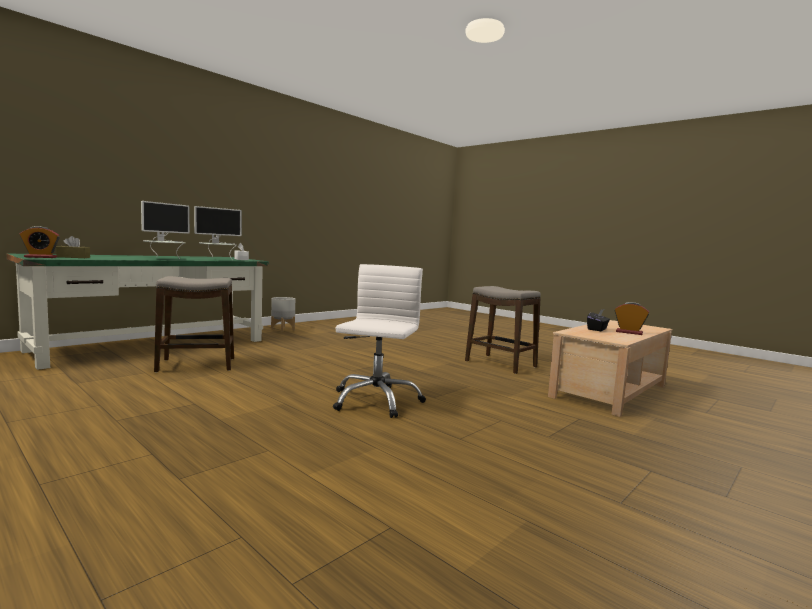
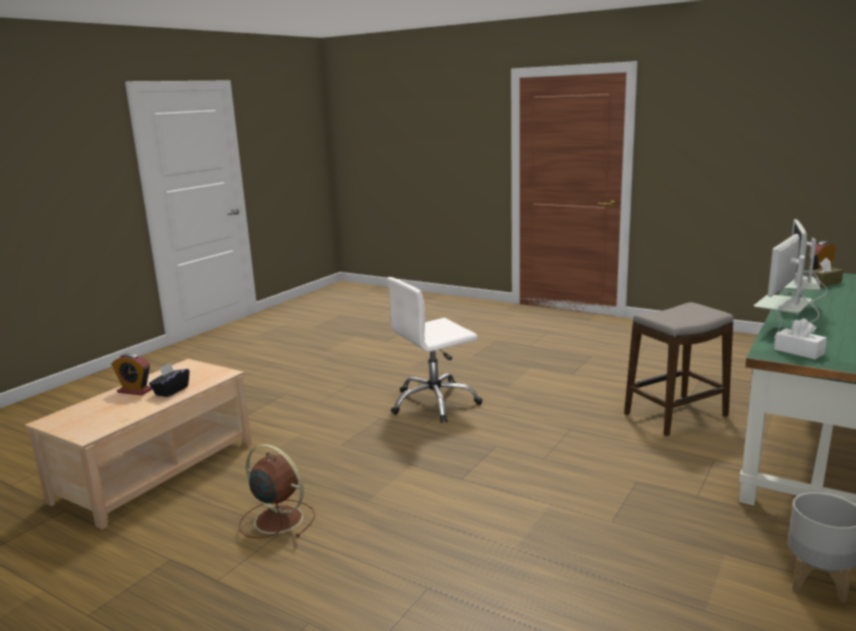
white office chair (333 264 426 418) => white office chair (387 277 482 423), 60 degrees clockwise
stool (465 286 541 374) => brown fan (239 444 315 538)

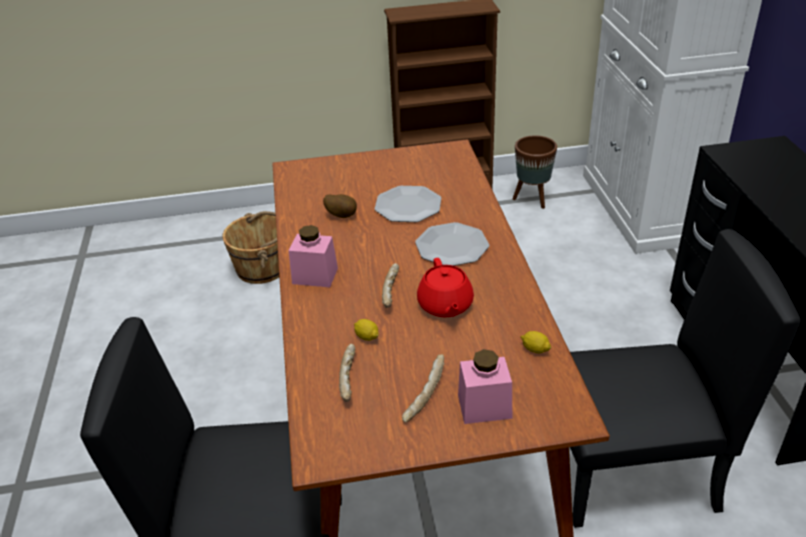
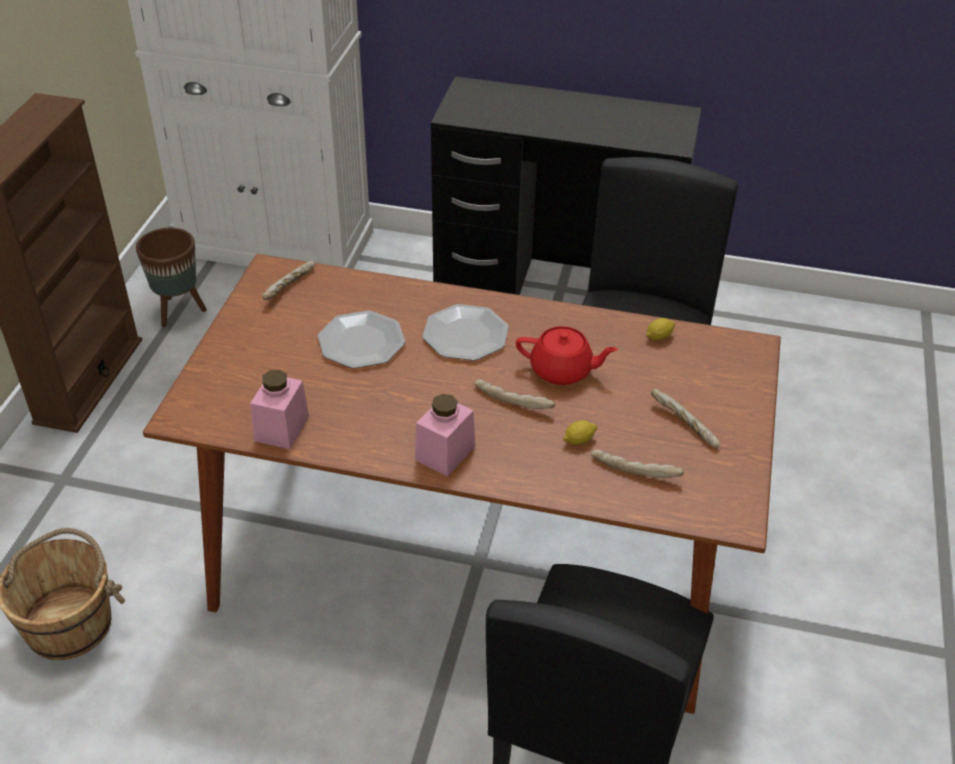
potato (323 194 357 218) => nothing
pink jar (458 349 512 424) => pink jar (250 370 309 449), moved
nothing => bread (262 261 315 300)

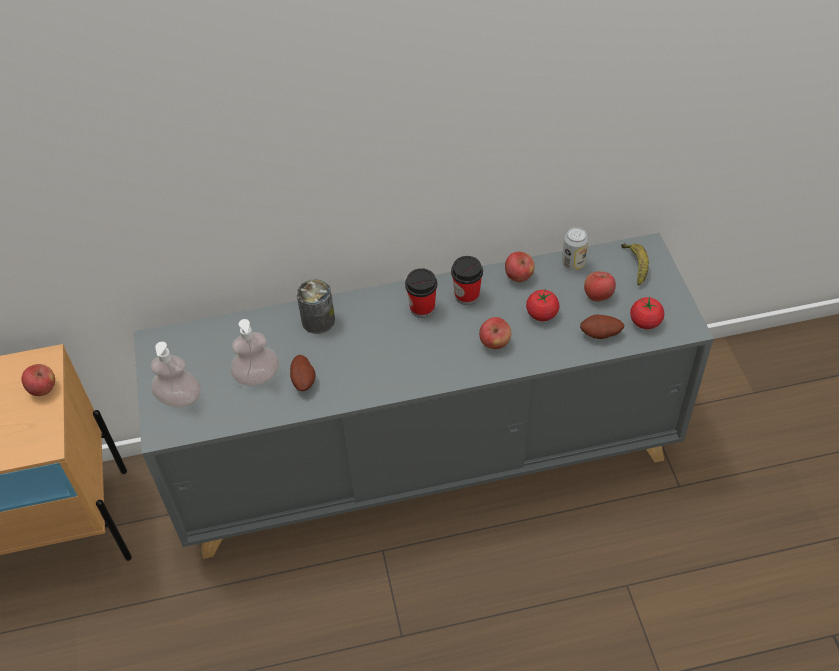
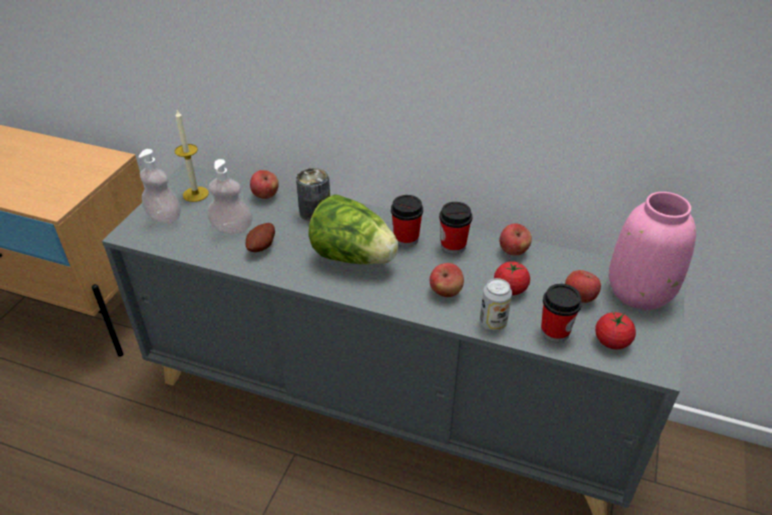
apple (22 364 55 396) => apple (250 170 279 199), moved
can (562 227 588 271) => can (480 278 512 331), moved
potato (580 315 624 339) => cup (541 284 582 342)
banana (621 243 649 286) => pink vase (609 192 696 310)
nothing => candle (175 110 209 202)
nothing => lettuce (308 194 399 264)

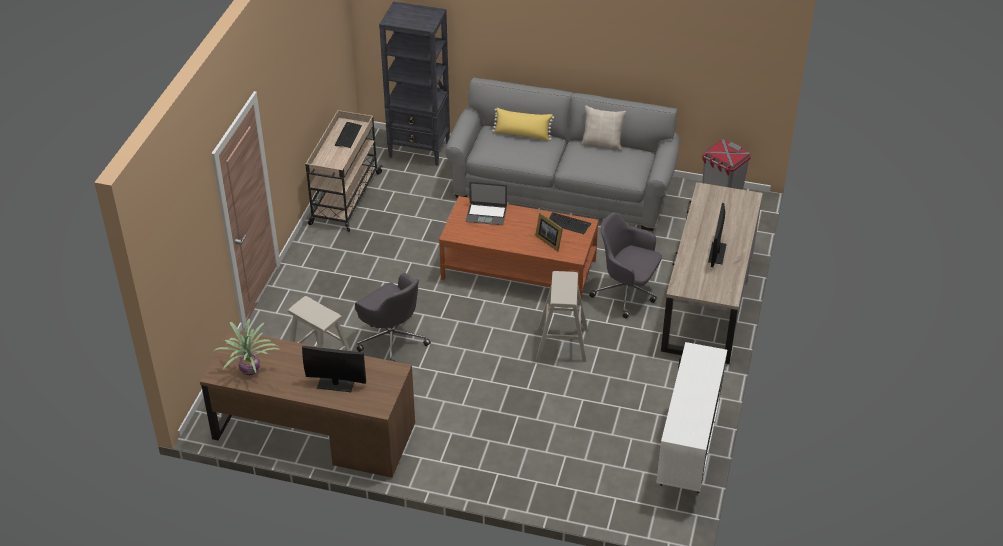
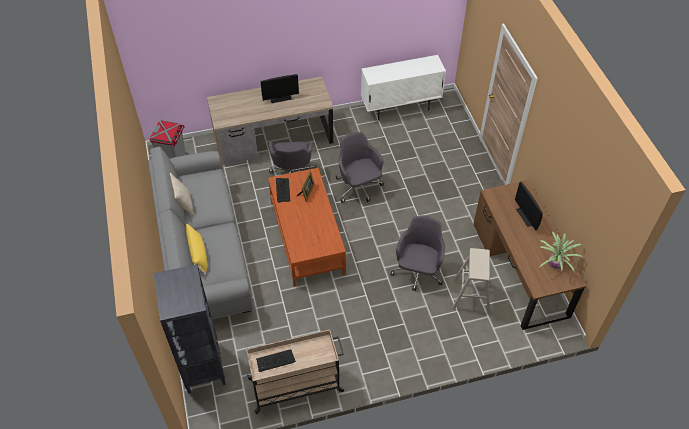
laptop (466 182 507 225) => nothing
beige stool (536 271 588 362) => grey office chair (336 132 384 203)

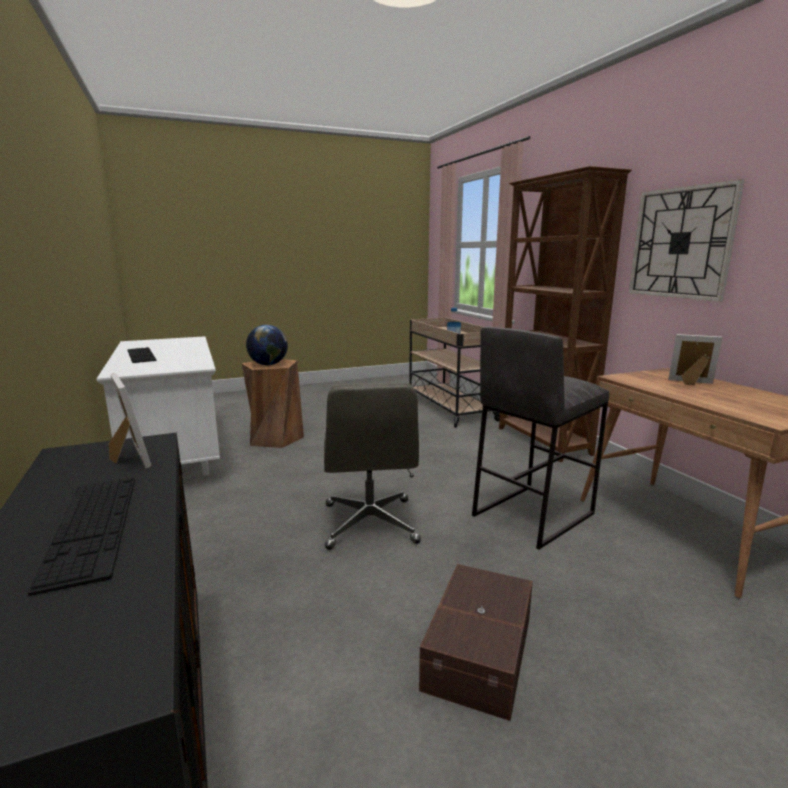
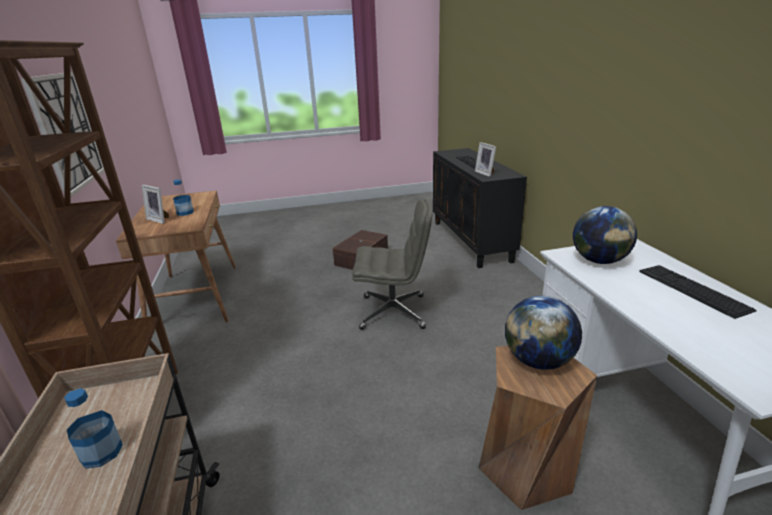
grey office chair (324 383 421 550) => grey office chair (352 199 433 330), 90 degrees clockwise
grey stool (472 327 609 549) => nothing
nothing => bottle (173 180 194 216)
nothing => globe (573 206 637 264)

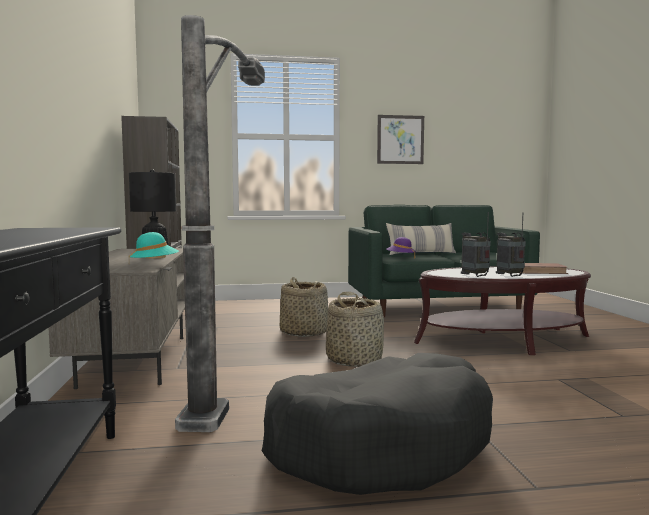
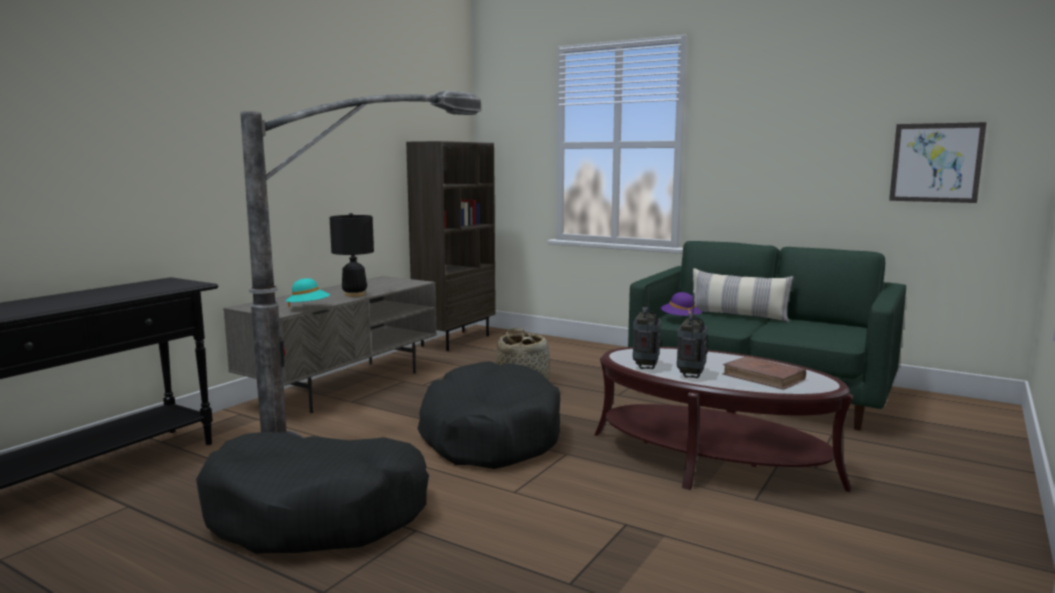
basket (326 292 384 367) => black dog bed (417 361 560 469)
picture (377 115 424 164) => picture (889 122 987 203), moved

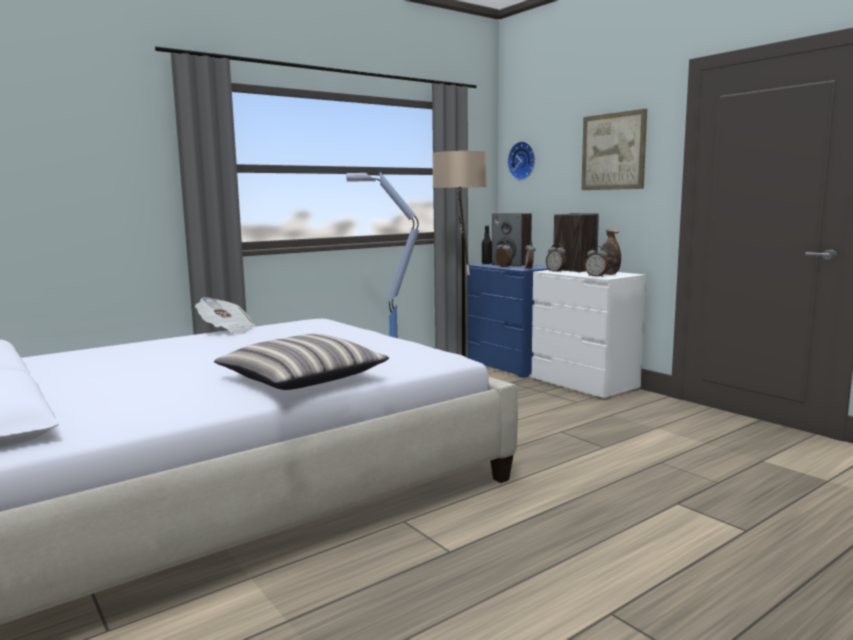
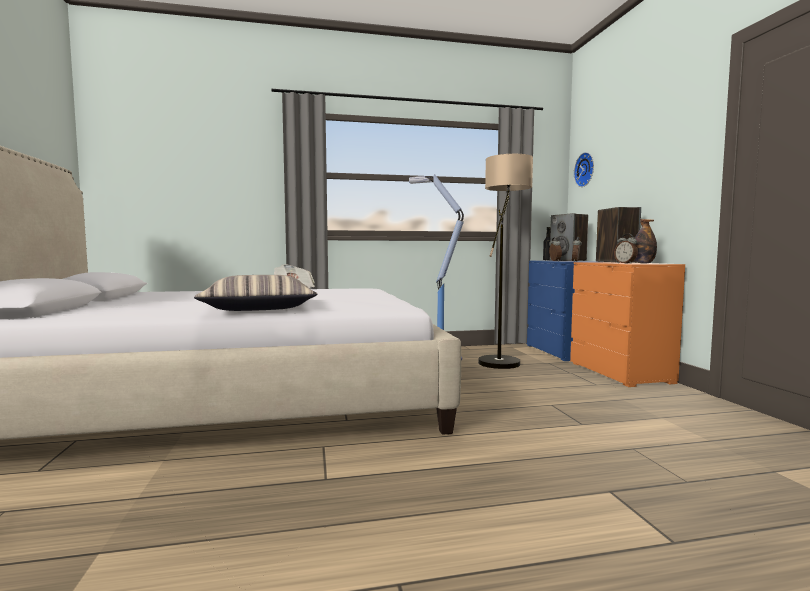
white dresser (532 270 646 400) => orange dresser (570 262 685 387)
alarm clock (546 243 566 272) => nothing
picture (581 109 647 190) => nothing

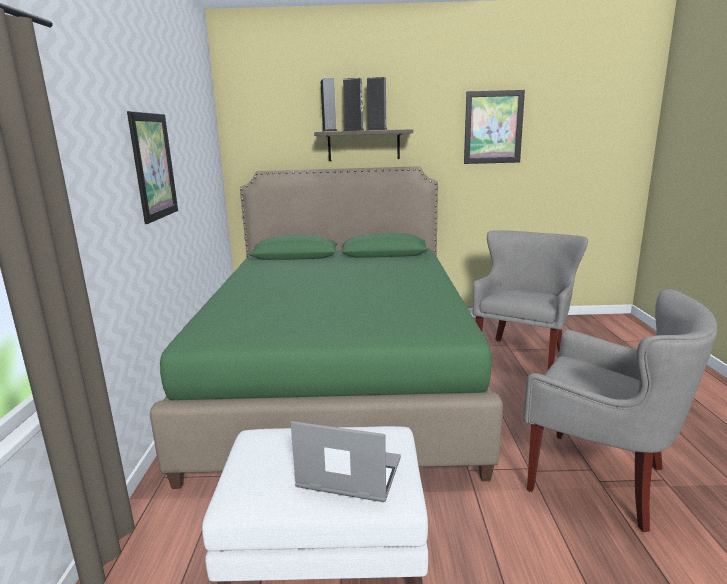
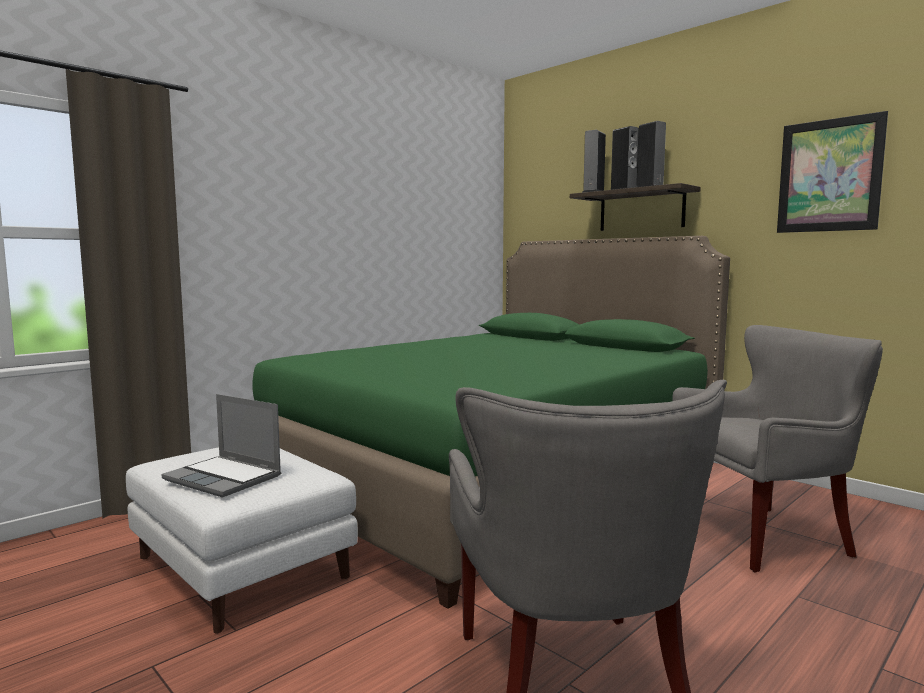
picture (127 111 178 224) => nothing
laptop (291 421 401 502) => laptop (162 394 281 498), 150 degrees clockwise

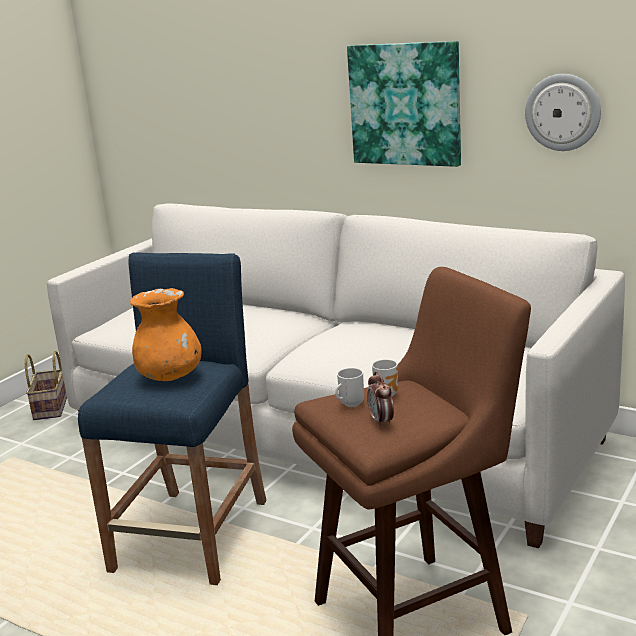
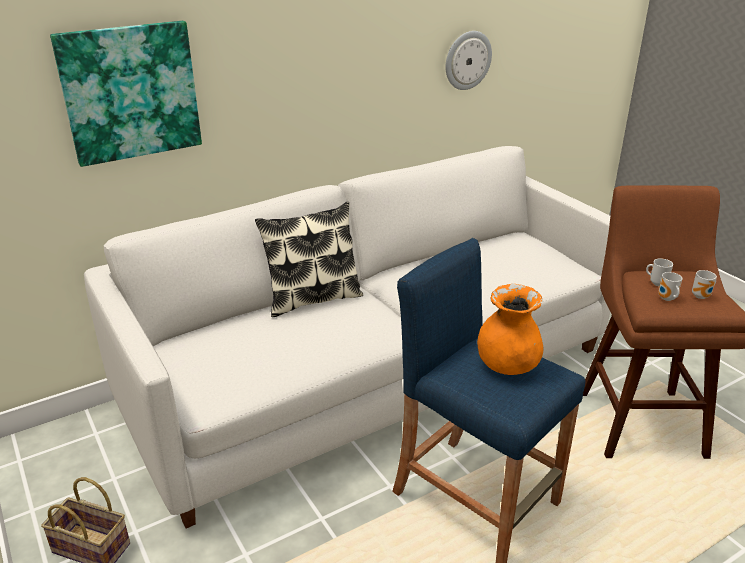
picture (347 41 461 167) => picture (50 21 202 167), moved
alarm clock (367 371 394 428) => mug (692 270 717 299)
nothing => pillow (255 202 363 317)

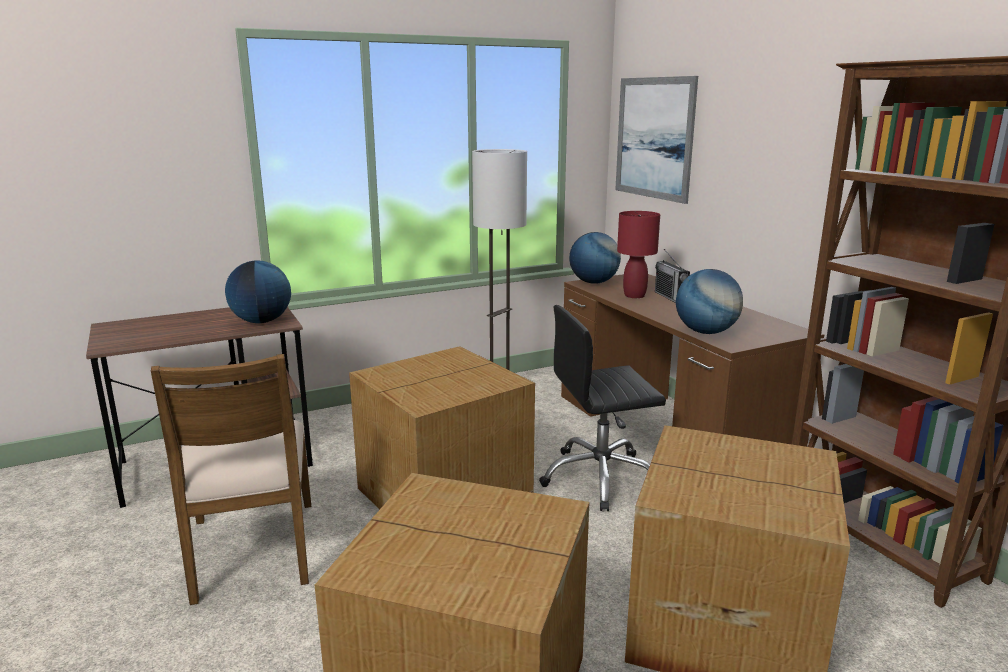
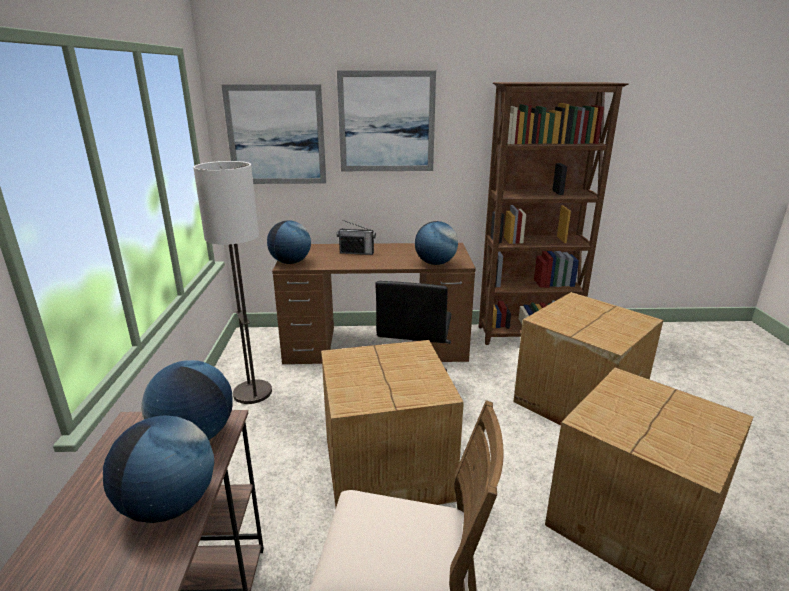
red table lamp (617 211 660 298) => nothing
nothing => globe (103 415 214 523)
nothing => picture (337 70 436 171)

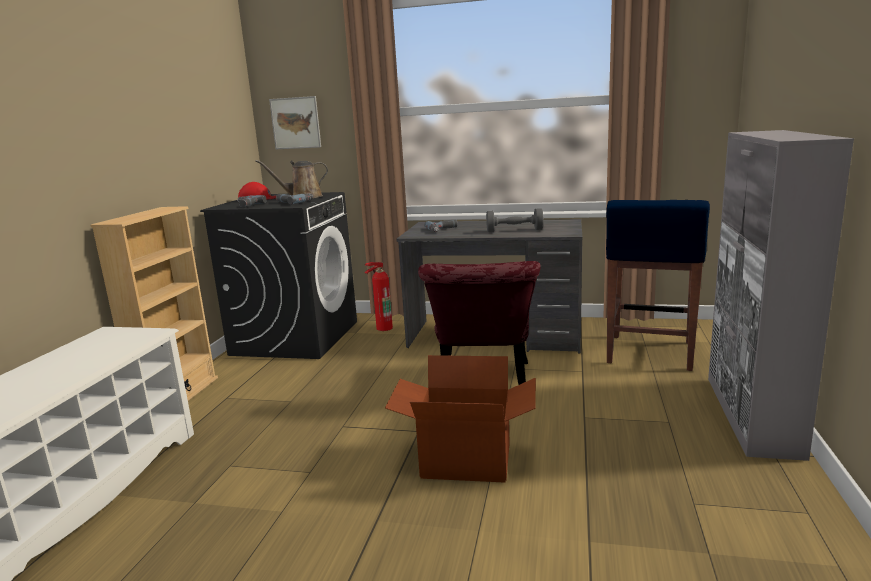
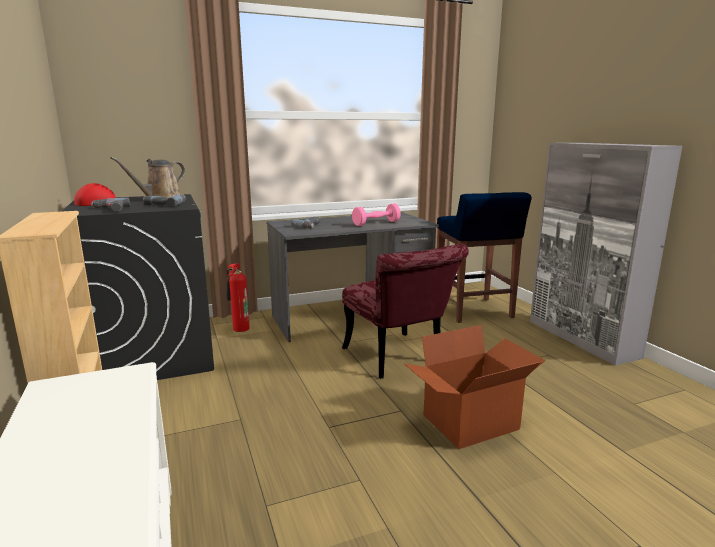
picture (269 96 321 149) => nothing
grey dumbbell (486 208 544 232) => pink dumbbell (352 203 401 226)

